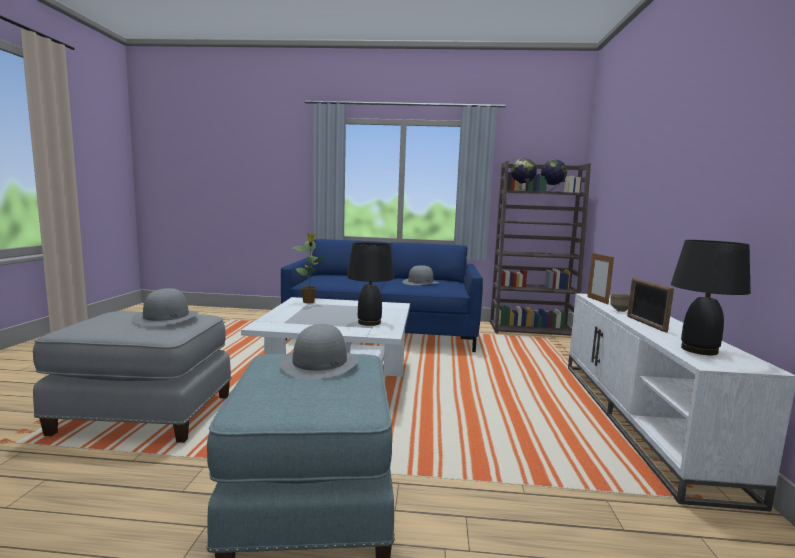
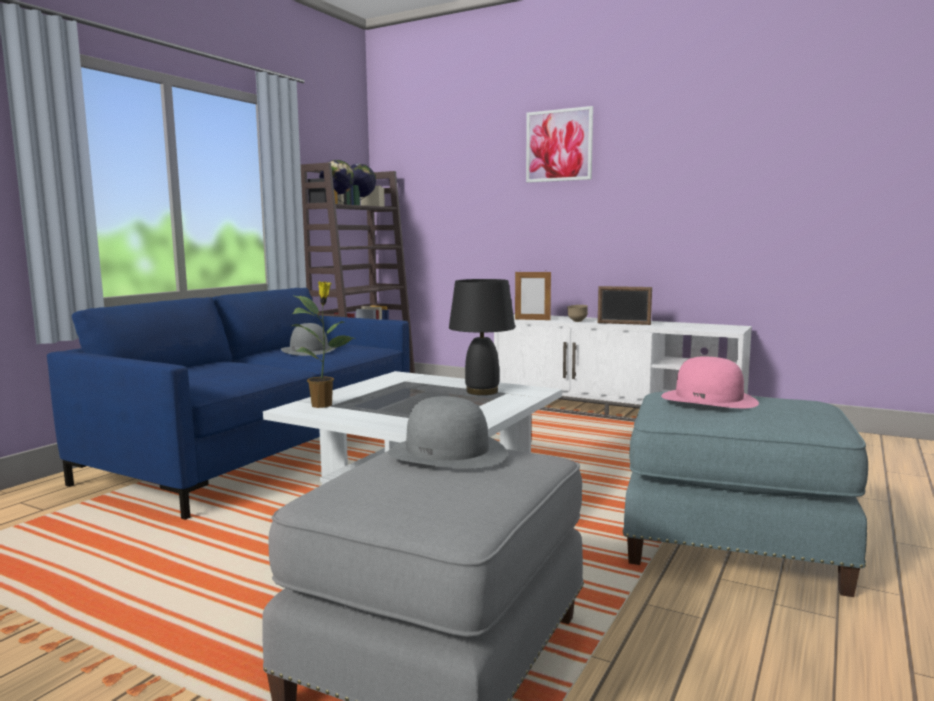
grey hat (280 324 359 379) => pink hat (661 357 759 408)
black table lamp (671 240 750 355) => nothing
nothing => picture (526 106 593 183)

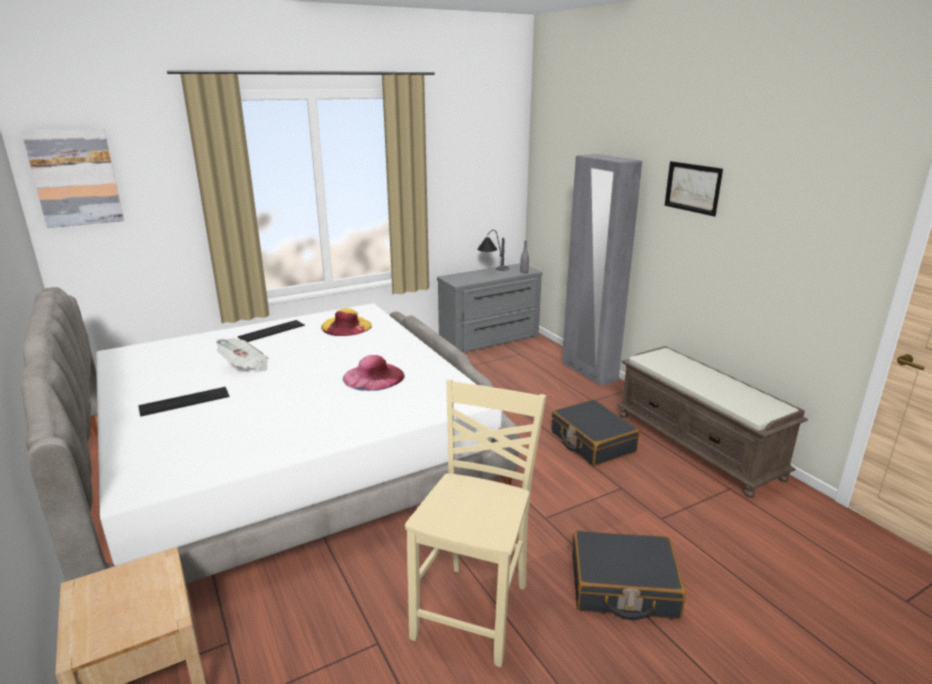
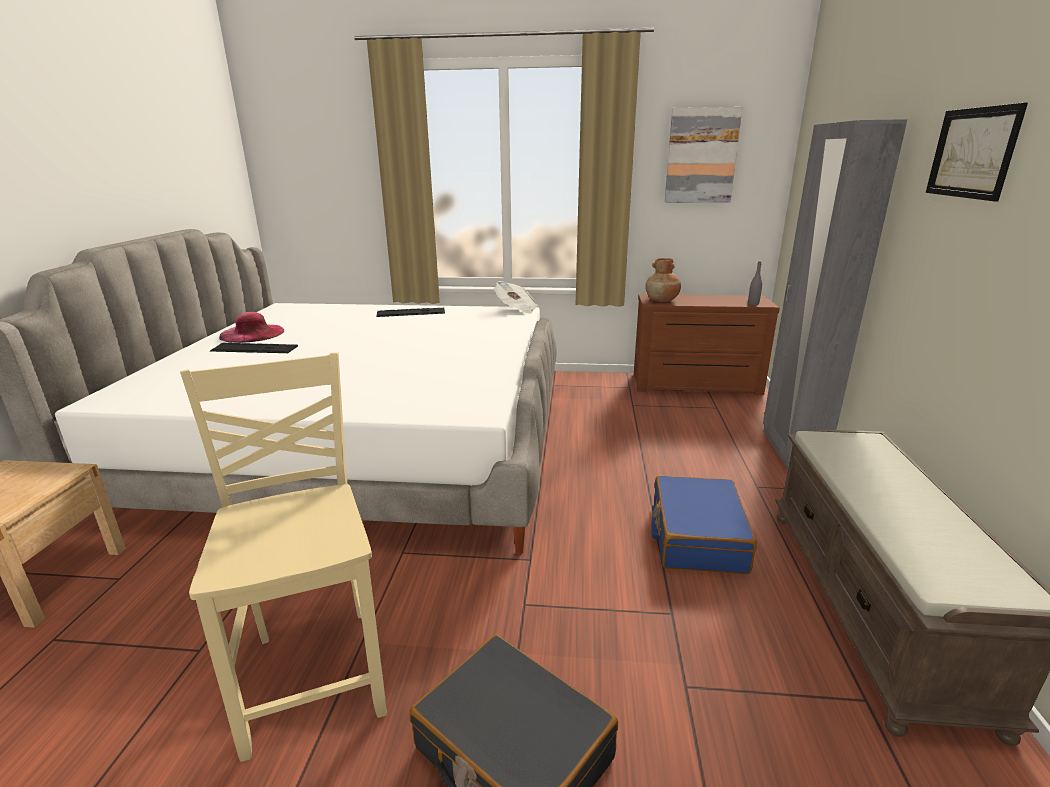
picture (21 128 124 228) => picture (665 107 742 203), moved
newspaper (216 338 268 371) => newspaper (494 281 538 314), moved
yellow hat (321 308 372 336) => nothing
pink hat (343 355 405 391) => pink hat (219 312 285 343), moved
beige chair (405 379 546 668) => beige chair (180 352 387 762), 75 degrees counterclockwise
grey dresser (437 263 542 352) => brown dresser (634 294 780 395)
table lamp (478 230 509 271) => nothing
black suitcase (552 399 639 466) => blue suitcase (651 476 757 574)
nothing => brown vase (645 258 681 302)

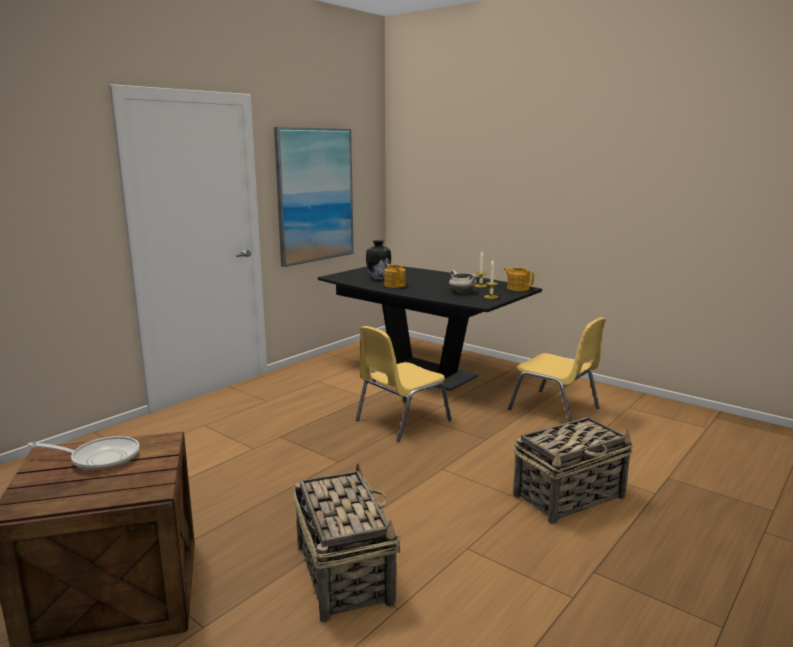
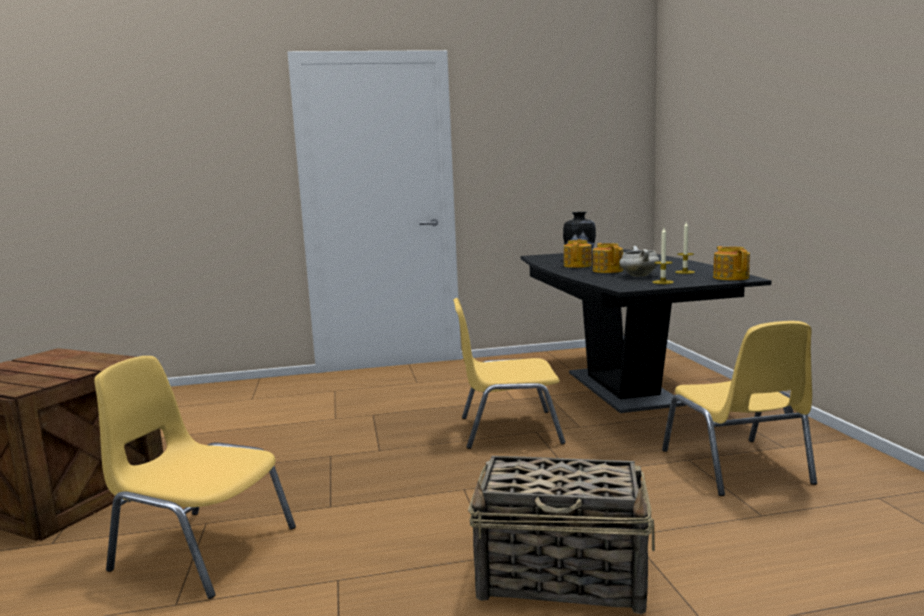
frying pan (27 436 140 471) => nothing
picture (274 127 354 267) => nothing
basket (293 463 401 622) => yellow chair (94 356 296 599)
nothing => teapot (593 243 623 273)

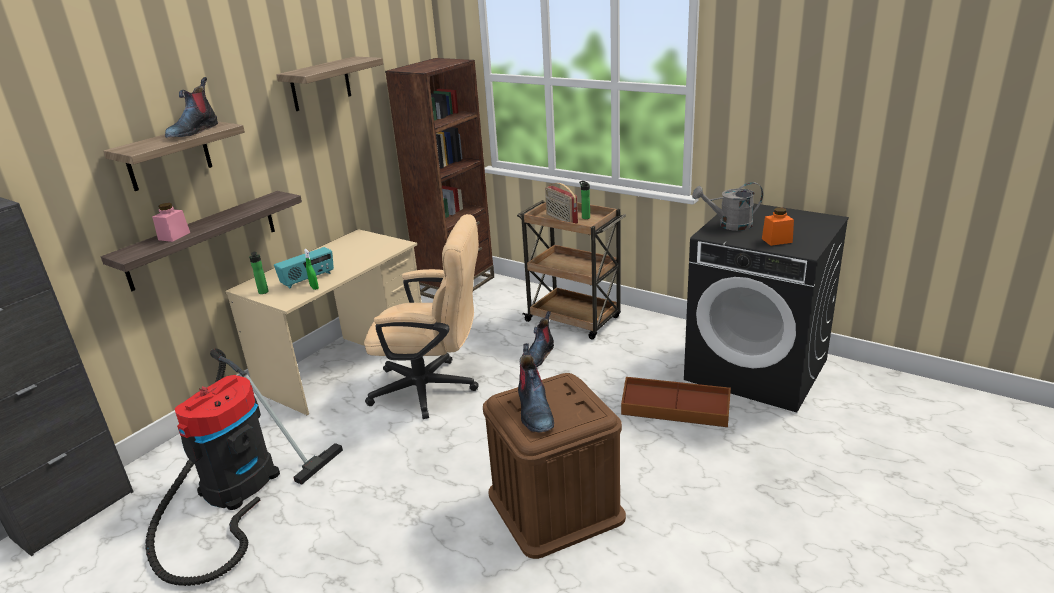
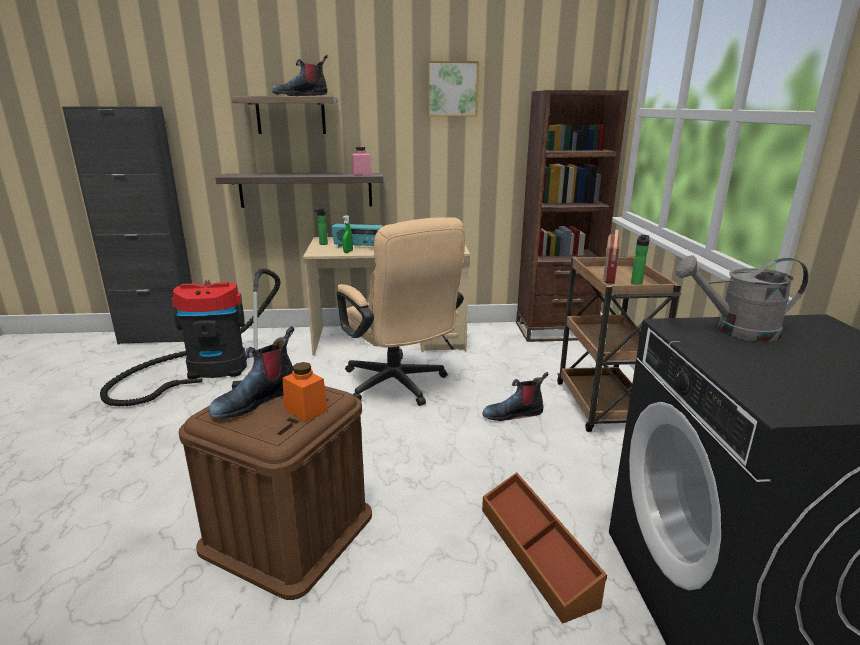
pink jar (152 203 190 242) => pink jar (351 147 372 175), moved
shelf (276 56 383 111) => picture (427 60 479 116)
grey watering can (692 182 763 231) => grey watering can (676 255 809 342), 45 degrees counterclockwise
orange jar (762 208 794 246) => orange jar (283 362 328 422), moved

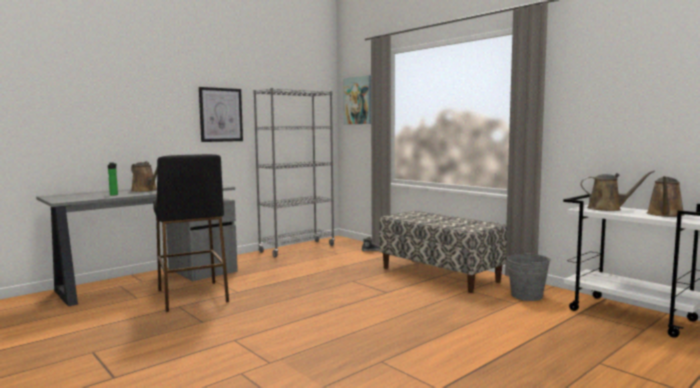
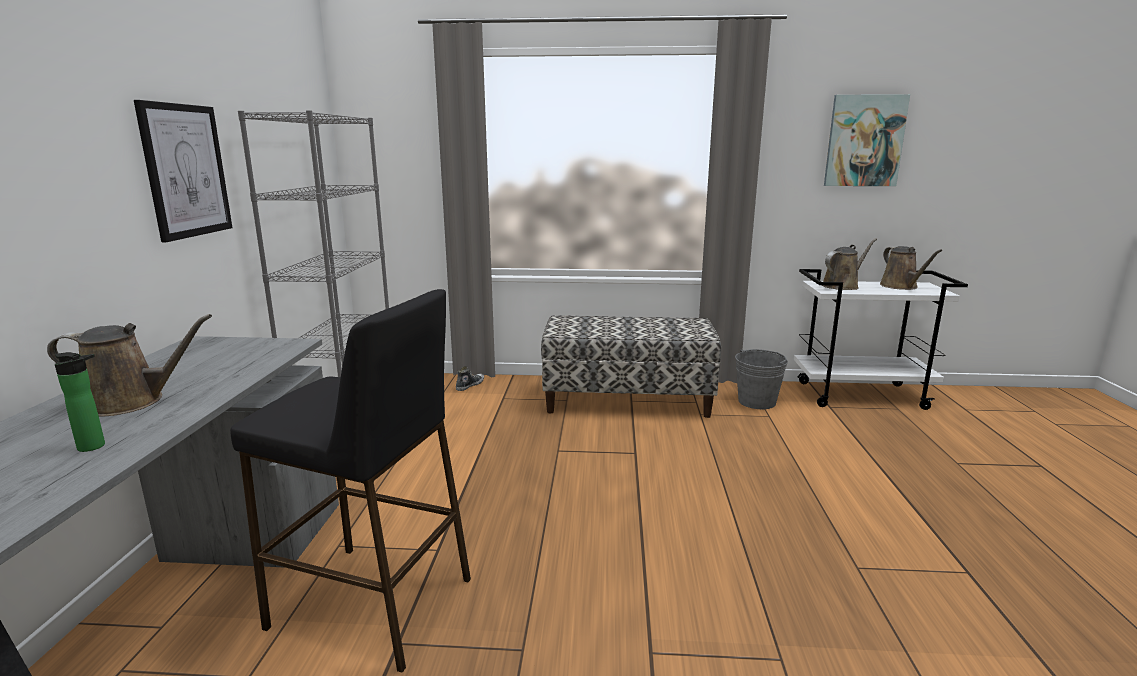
picture (343 75 371 124) => picture (824 94 910 186), moved

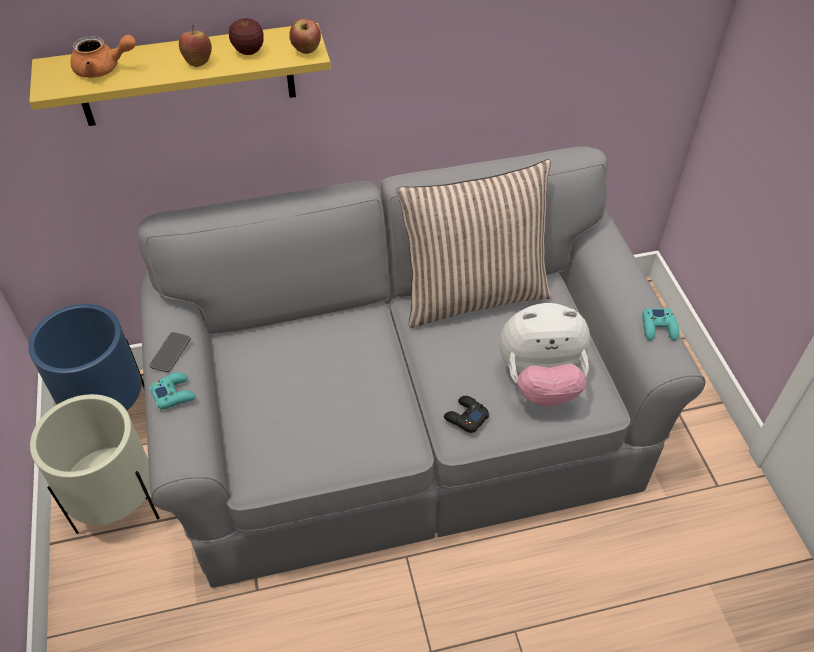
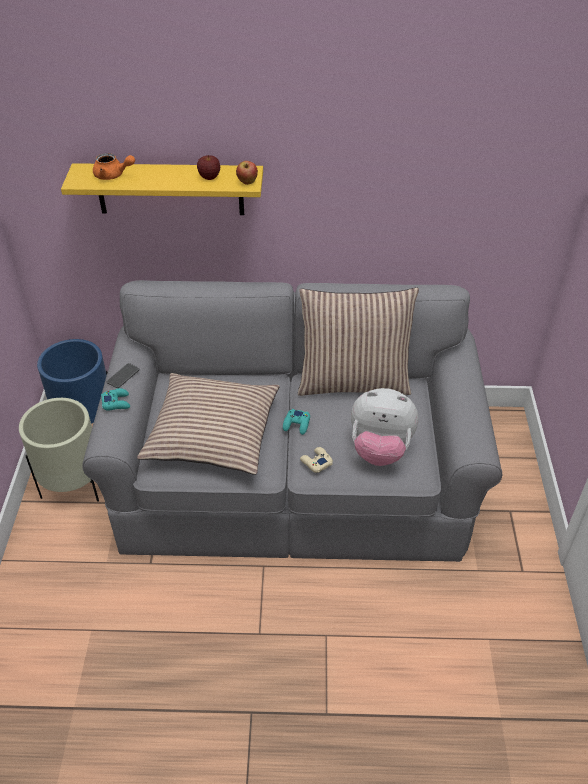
apple (179 24 212 67) => nothing
black game controller (444 396 489 433) => beige game controller (300 447 333 473)
turquoise game controller (642 308 679 341) => turquoise game controller (283 409 310 435), moved
nothing => pillow (137 373 279 475)

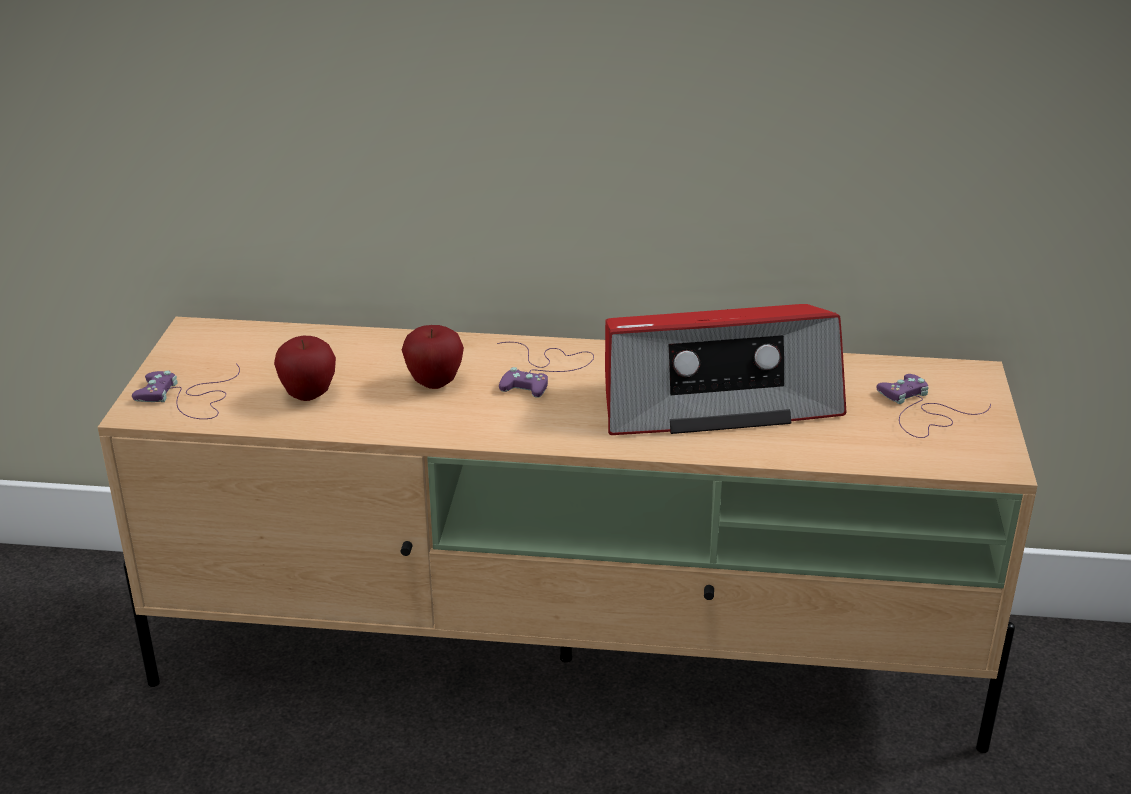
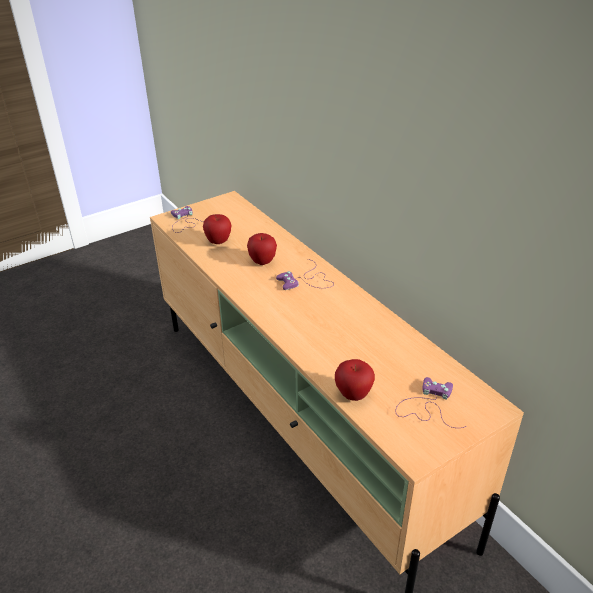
radio (605 304 847 435) => nothing
nothing => apple (335 359 375 401)

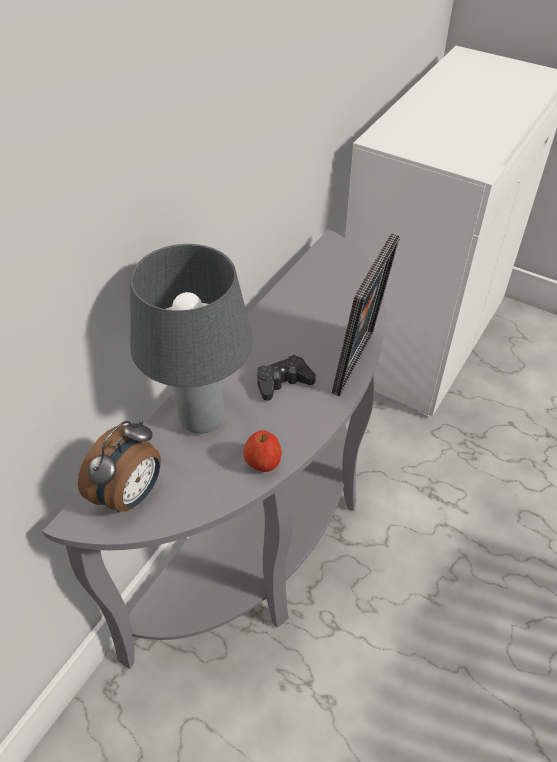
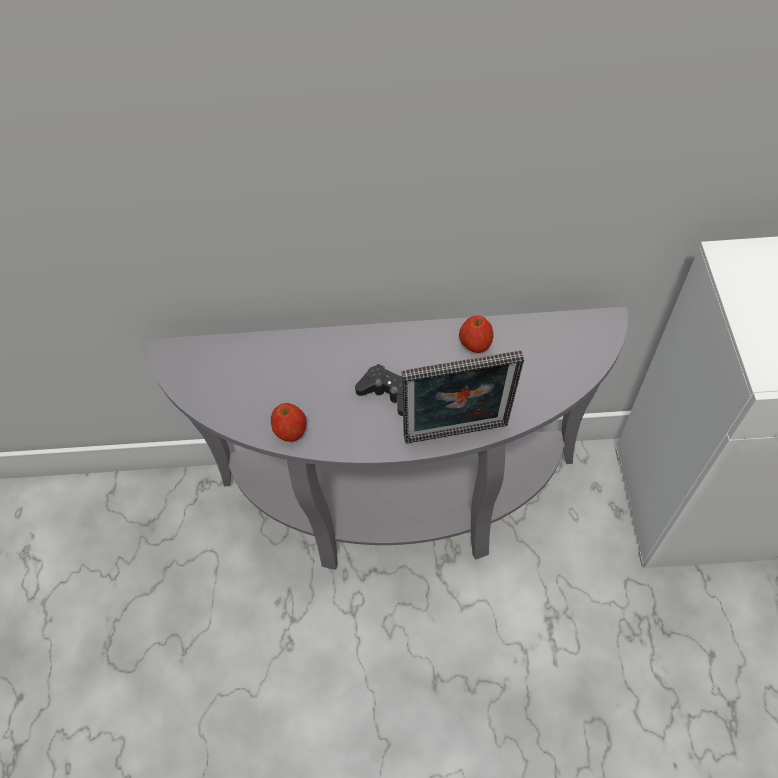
alarm clock (78 420 161 513) => nothing
grey table lamp (130 244 253 434) => nothing
nothing => apple (459 316 493 353)

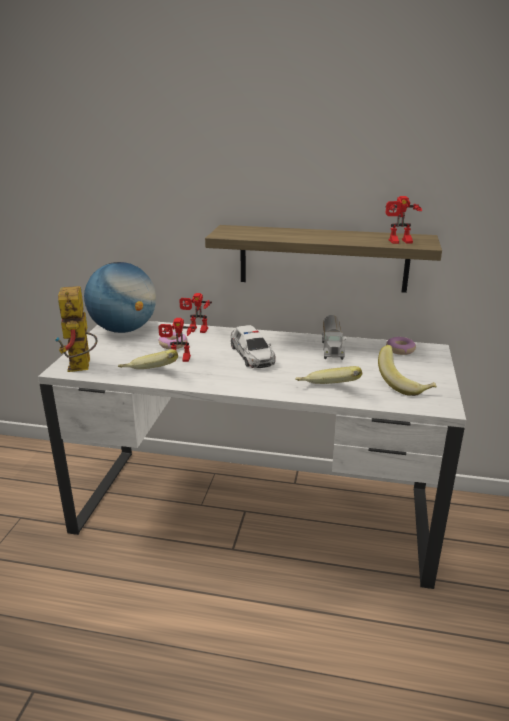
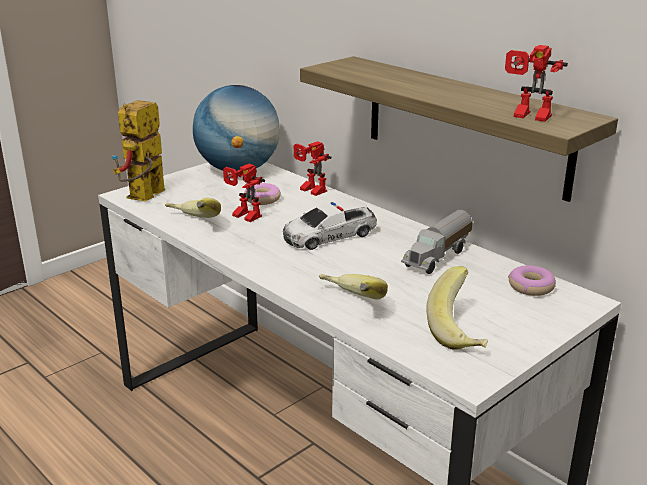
toy car (231 325 276 368) => toy car (283 199 377 250), 45 degrees clockwise

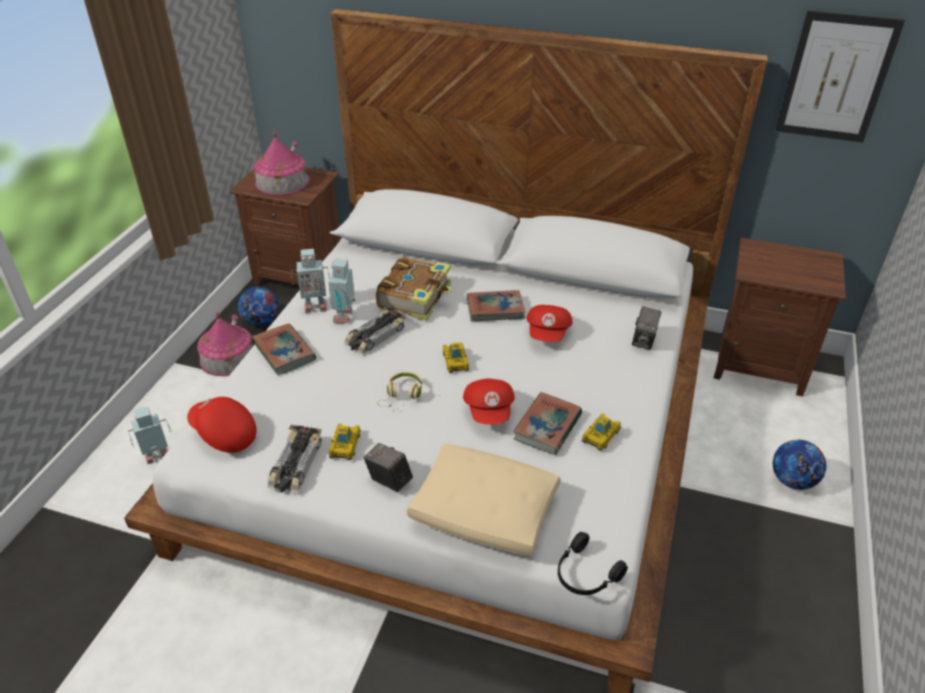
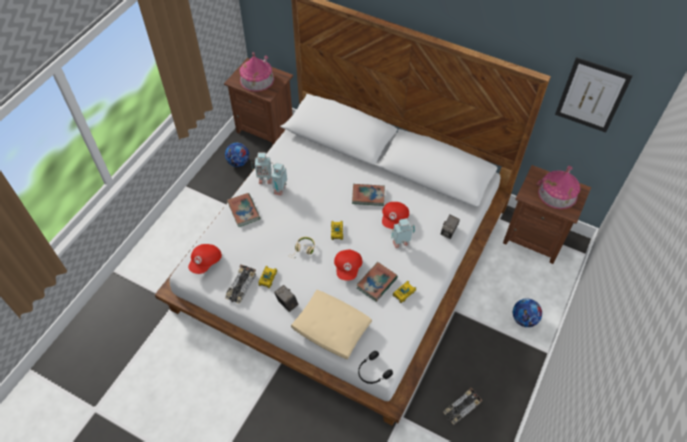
toy robot (128 407 171 464) => toy robot (391 218 415 248), moved
red cap (187 397 257 453) => red cap (188 244 222 274), 105 degrees counterclockwise
toy house (197 312 254 376) => toy house (536 166 580 209), moved
toy car (344 305 405 354) => toy car (443 388 482 424), moved
book (376 256 451 321) => nothing

